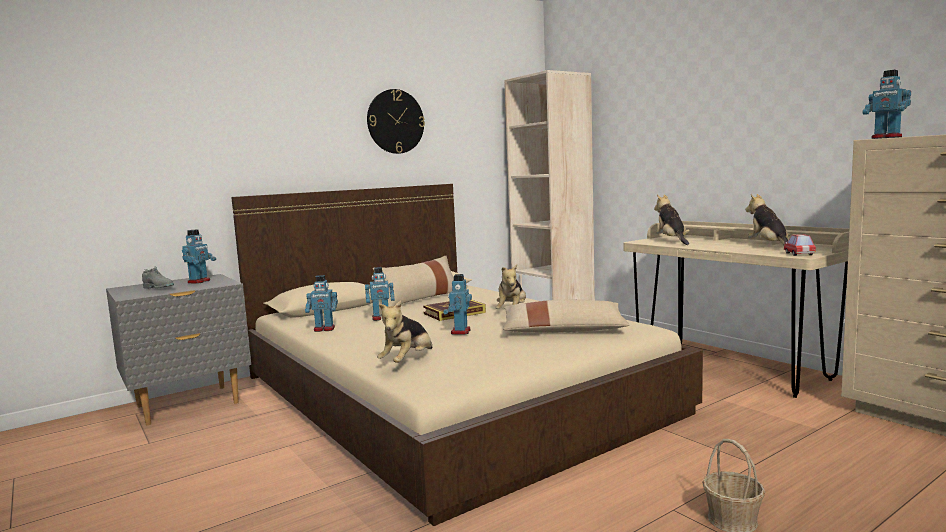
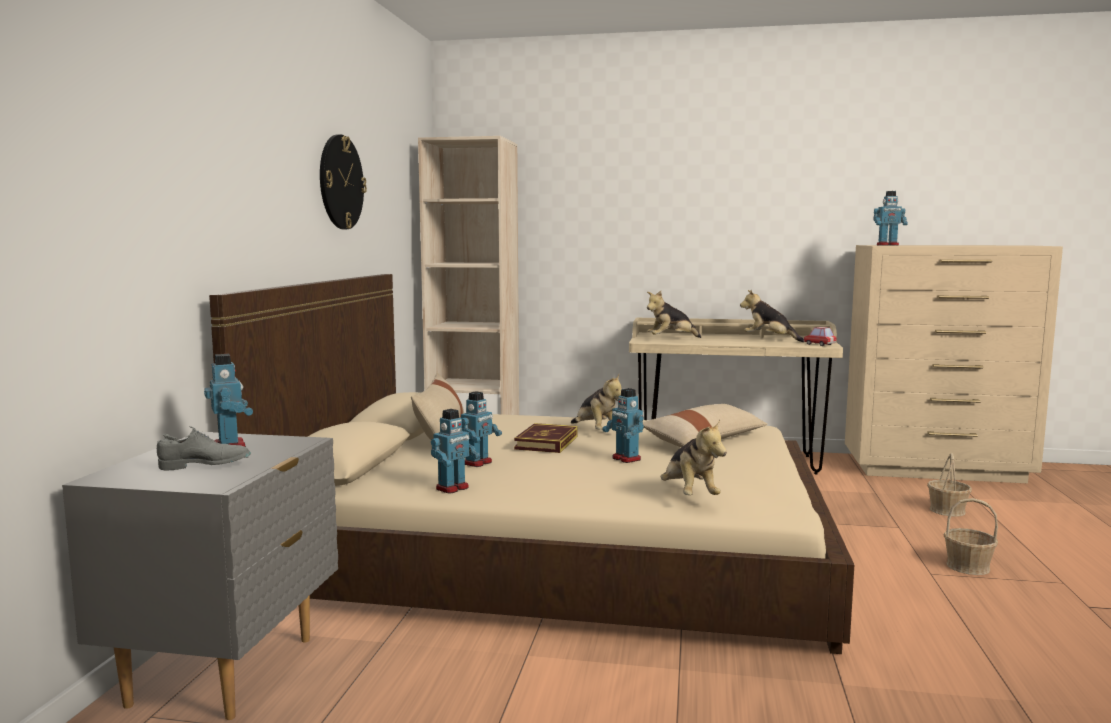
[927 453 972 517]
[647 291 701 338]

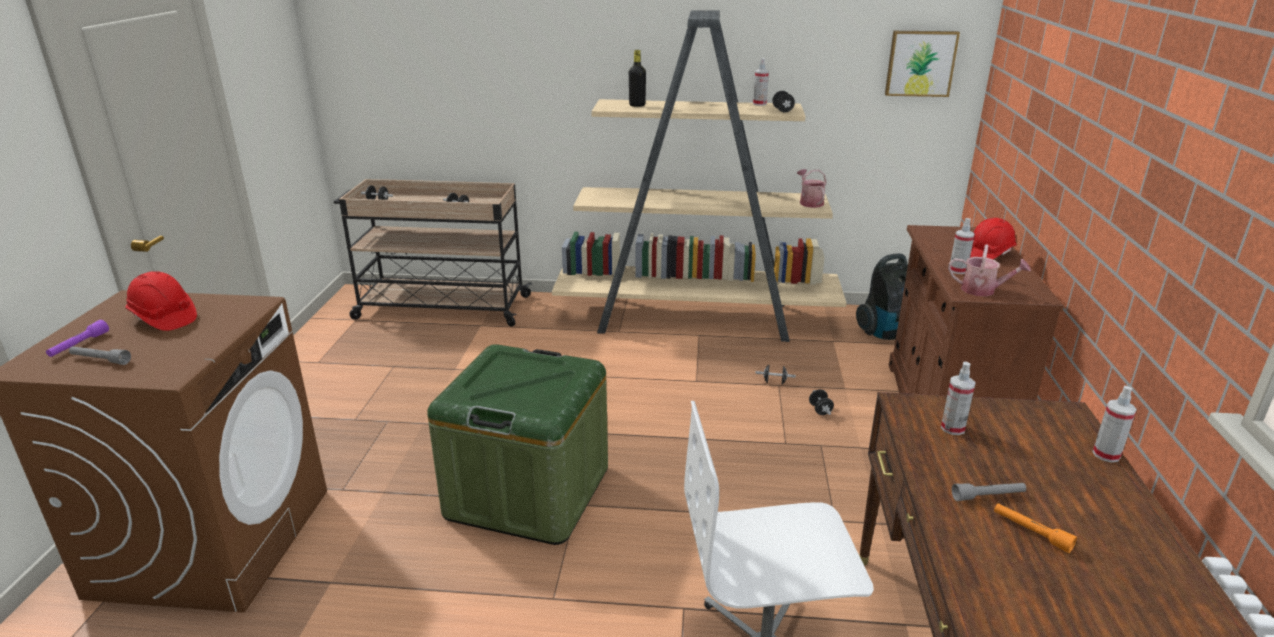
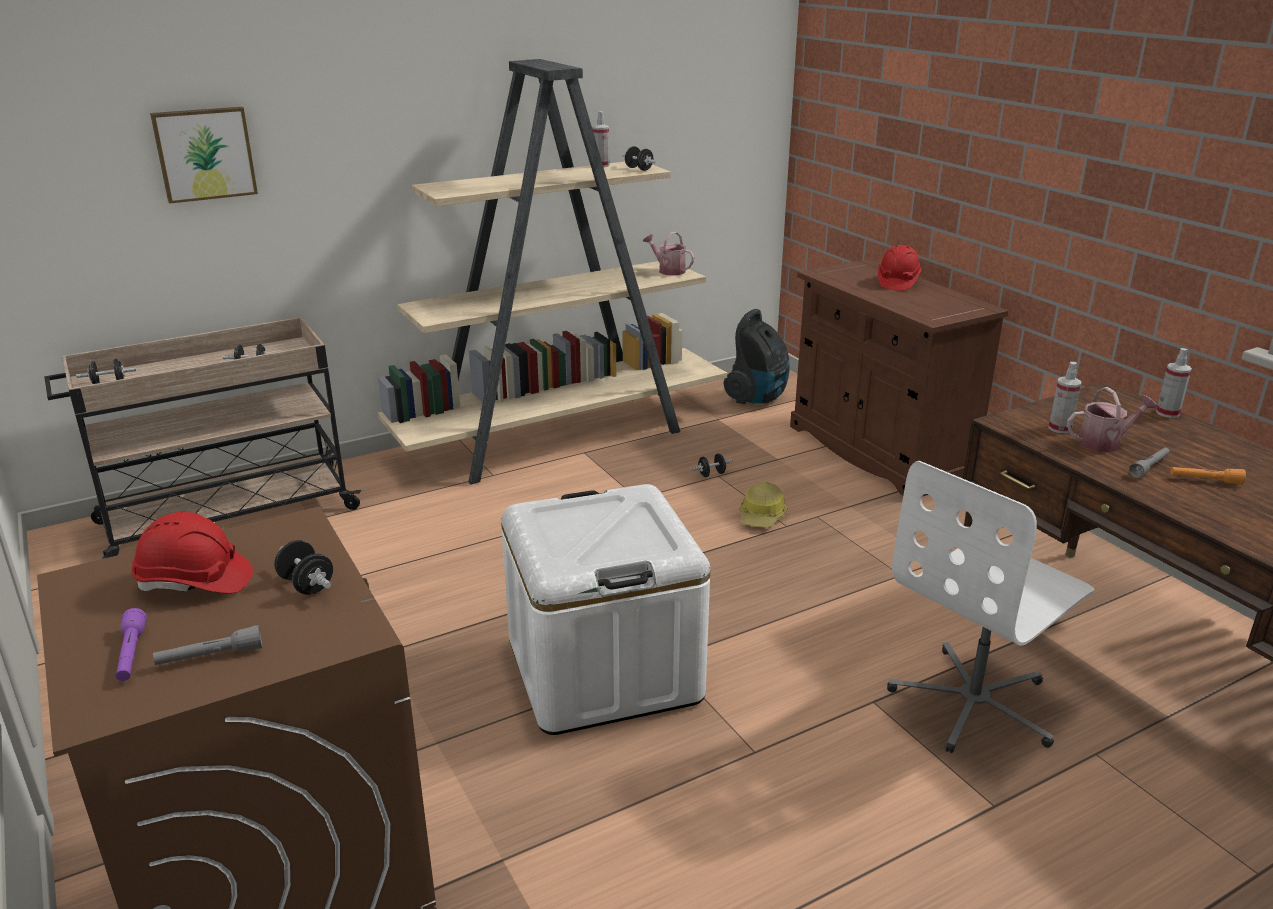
[629 50 646 107] (first image)
[950 218 975 274] (first image)
[740 482 787 528]
[274 540 333 595]
[150 107 258 204]
[1067 387 1158 452]
[501 484 710 735]

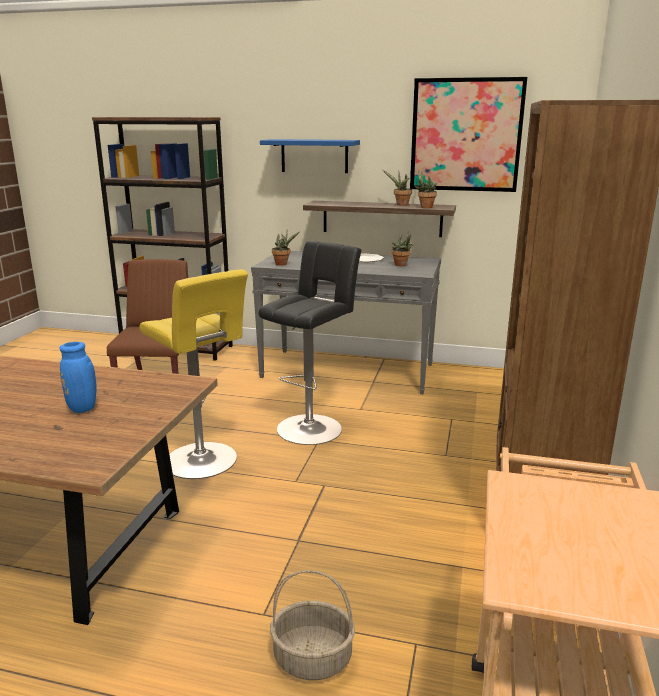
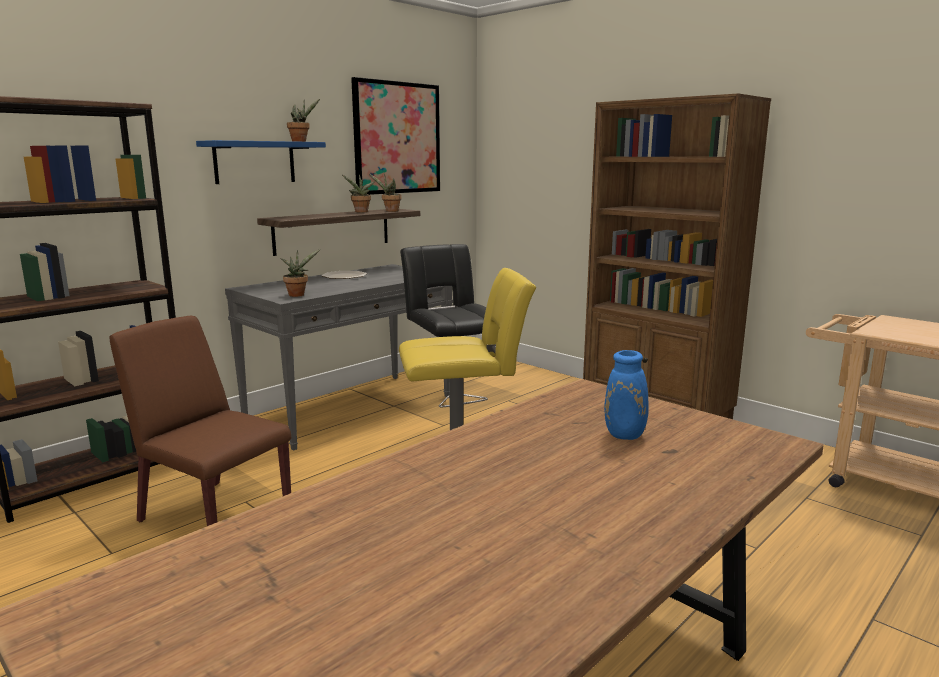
[270 570 355 680] (first image)
[287 99 320 142]

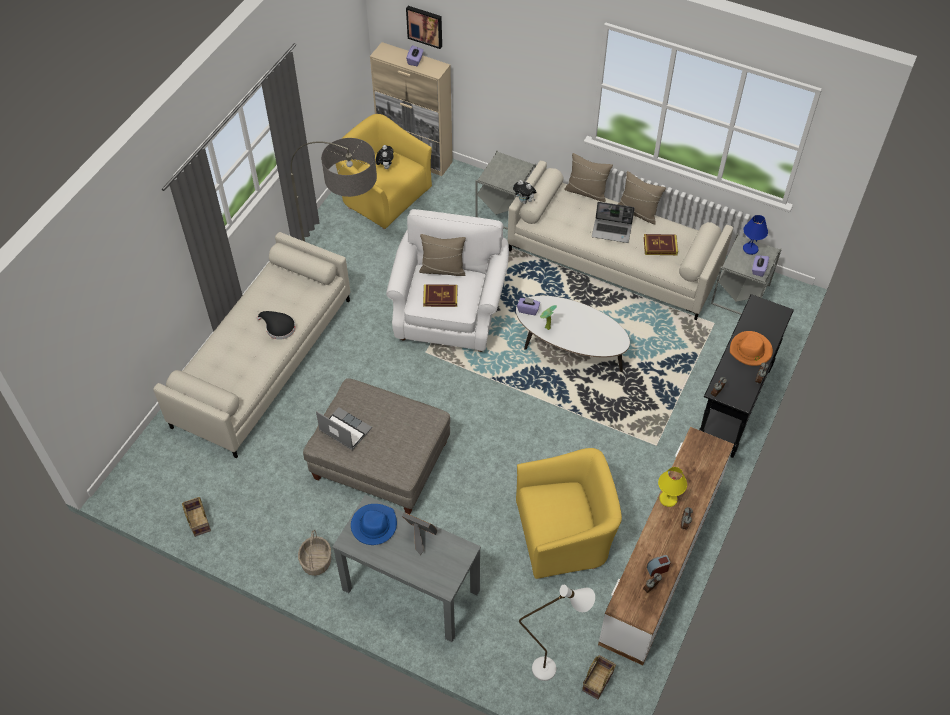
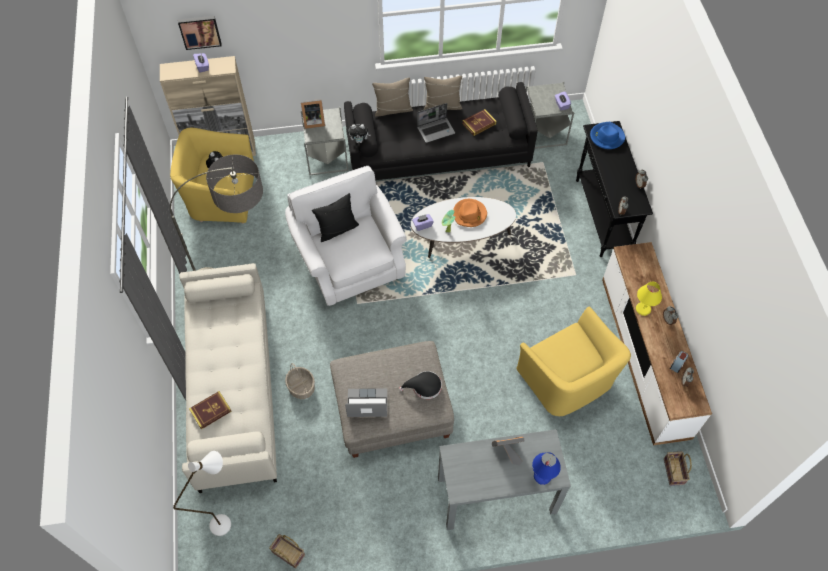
[301 99 325 129]
[399 371 442 399]
[285 363 315 399]
[590 122 625 149]
[189 391 232 429]
[173 451 231 536]
[453 199 487 227]
[532 452 561 485]
[312 193 359 242]
[344 82 538 180]
[516 306 631 416]

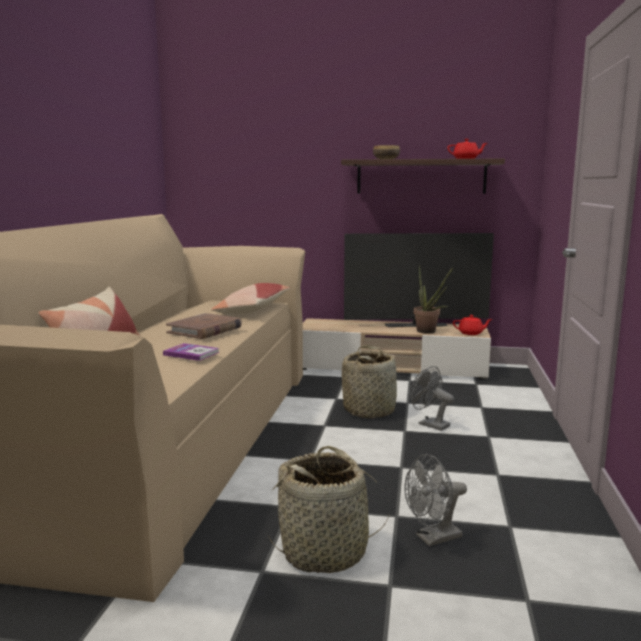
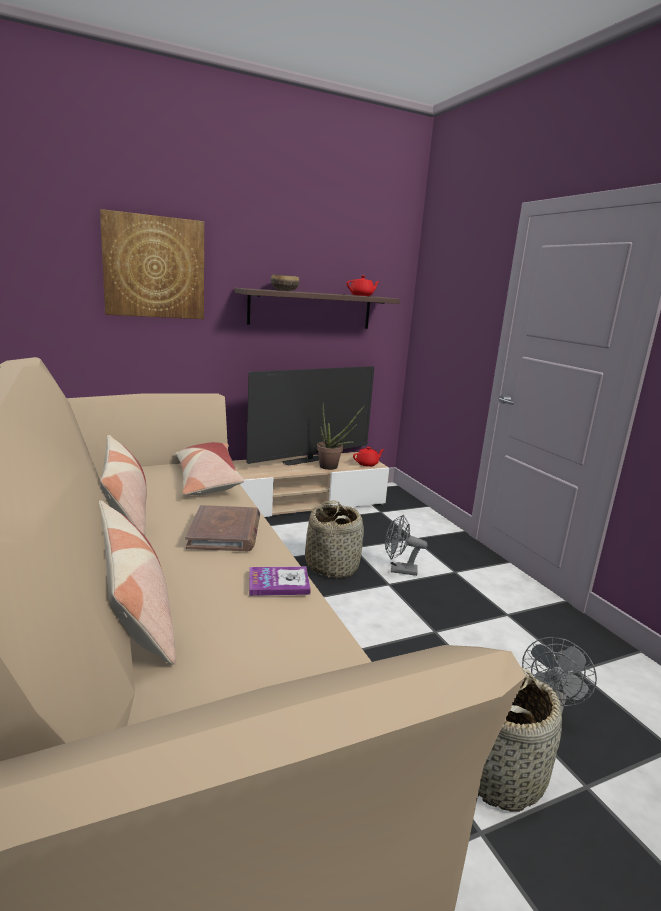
[100 209 204 319]
[100 435 147 536]

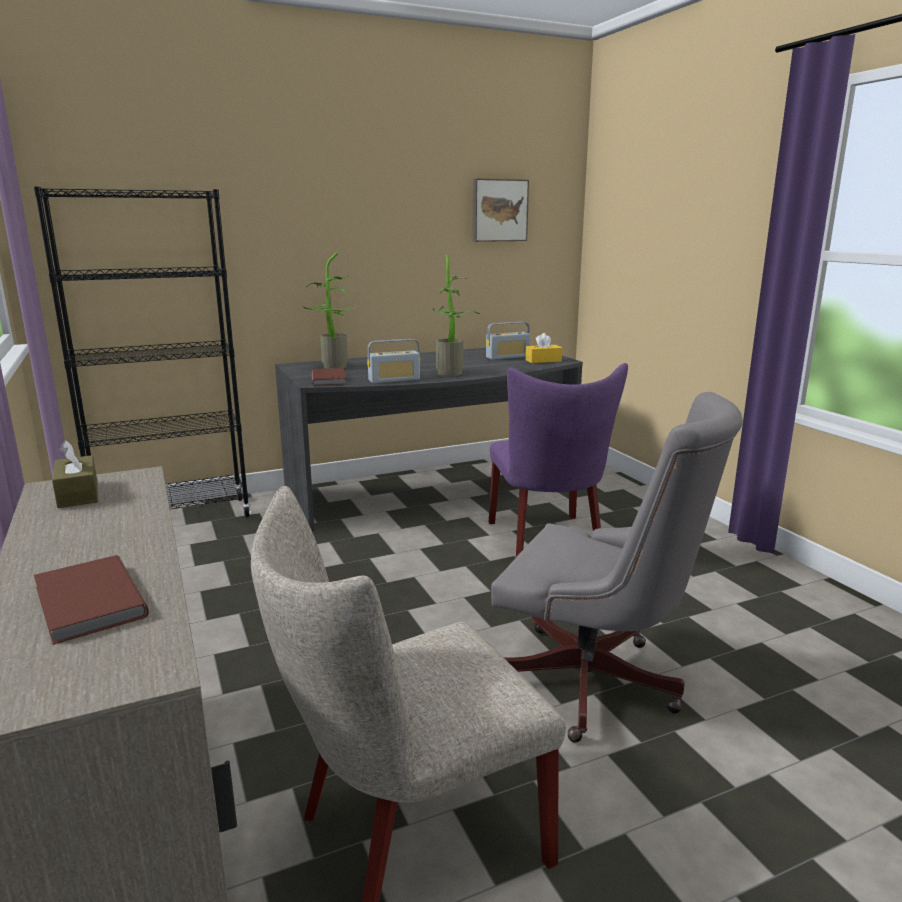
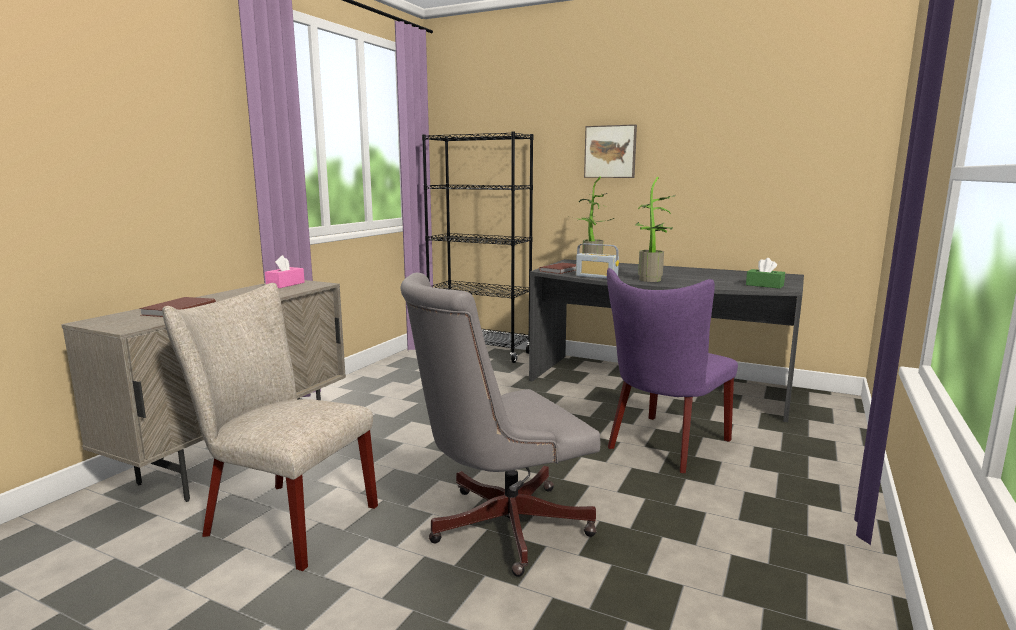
[486 322 530 360] (first image)
[584 124 637 178]
[265 255 305 288]
[746 258 785 289]
[400 273 600 577]

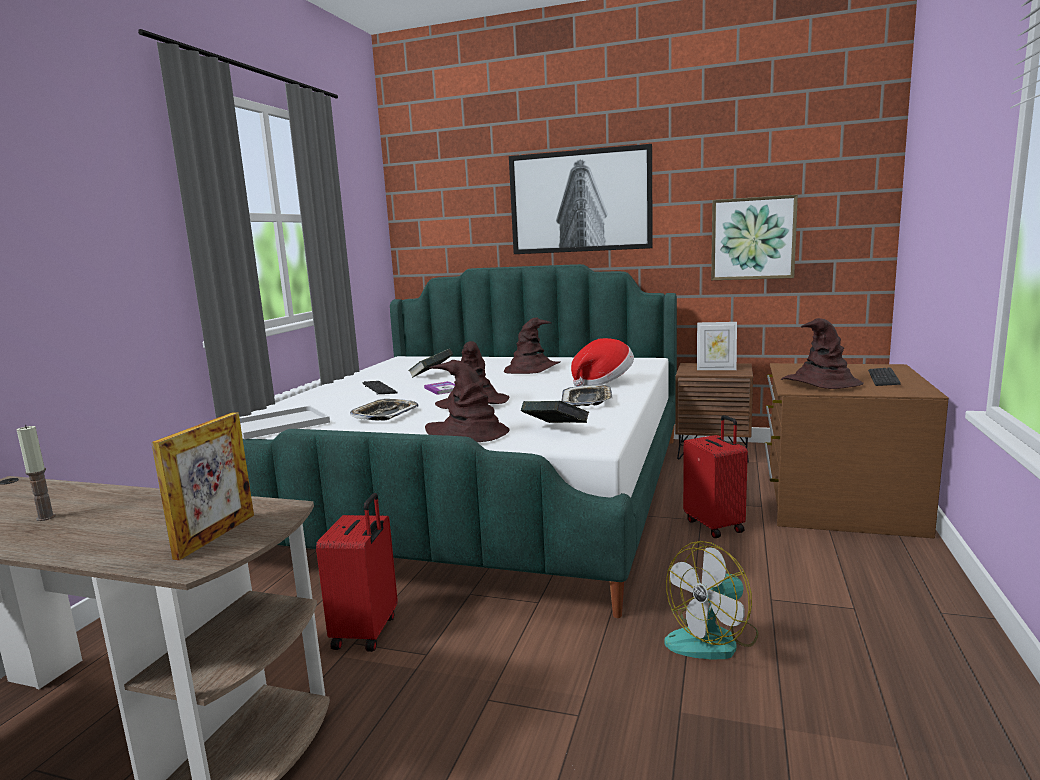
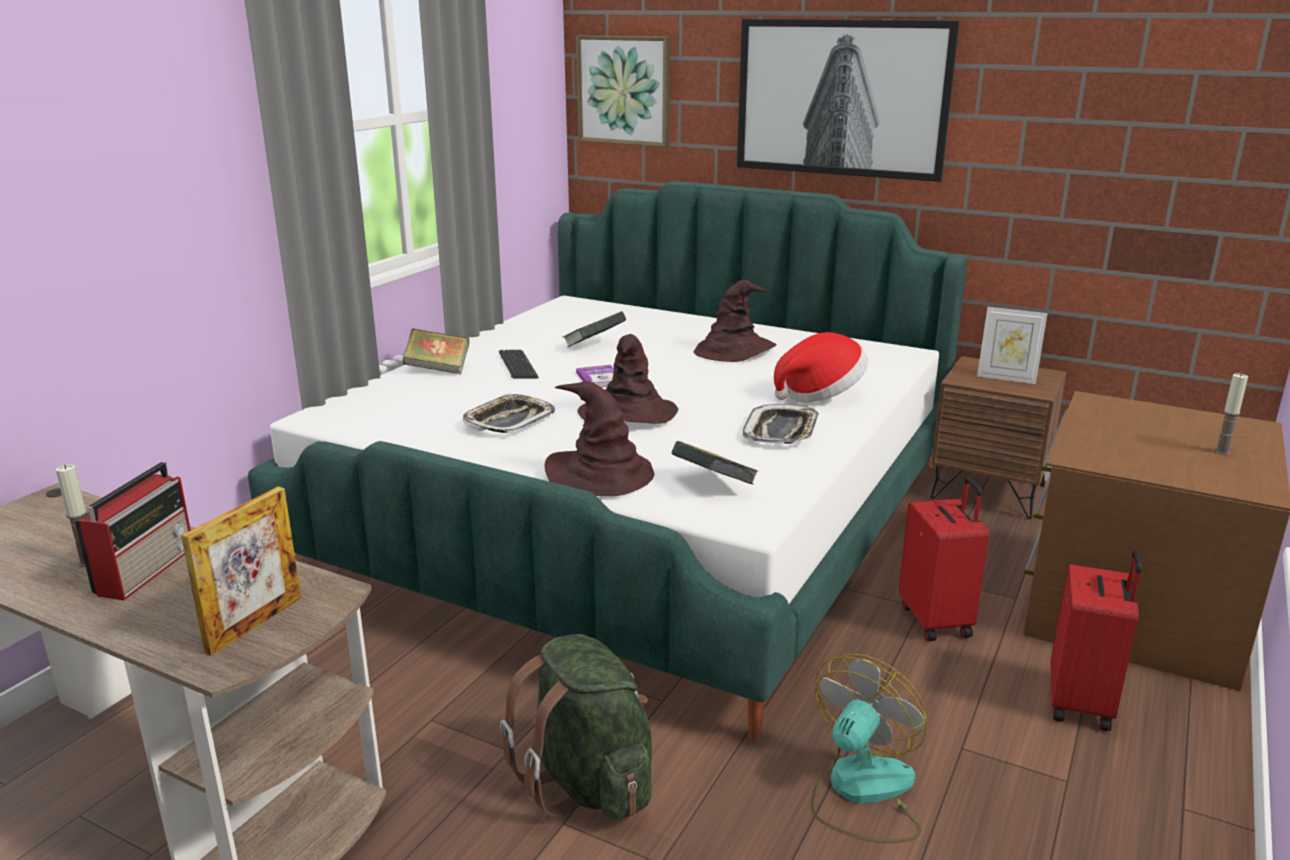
[240 406 330 439] (first image)
[781 318 864 389] (first image)
[75 462 191 601]
[403 328 469 374]
[500 634 652 820]
[1050 550 1142 731]
[576 35 670 147]
[1214 373 1248 455]
[811 654 927 843]

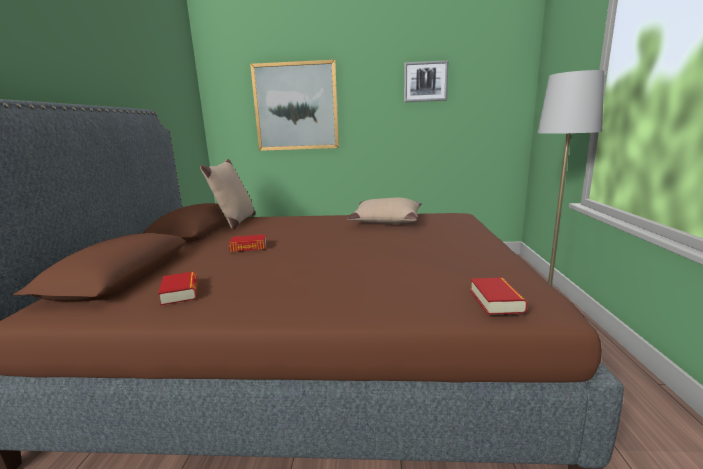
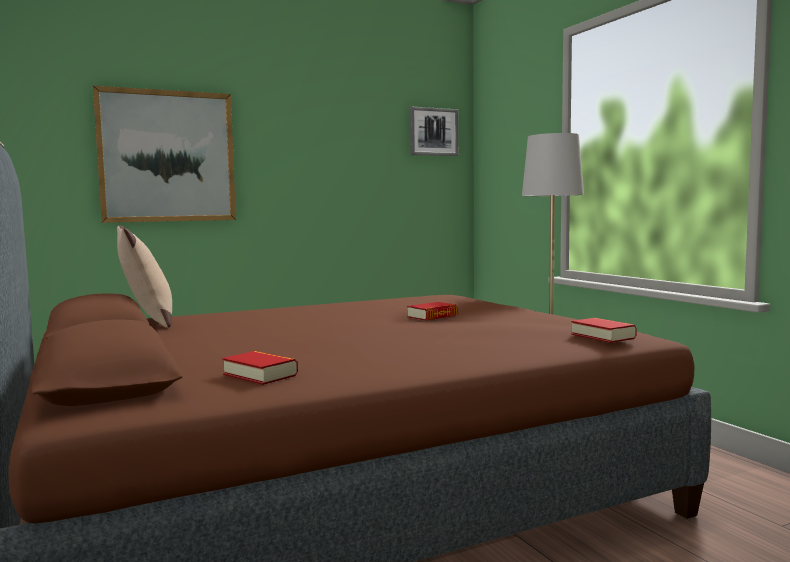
[346 198 422 224] (first image)
[407 302 458 321]
[410 107 459 156]

